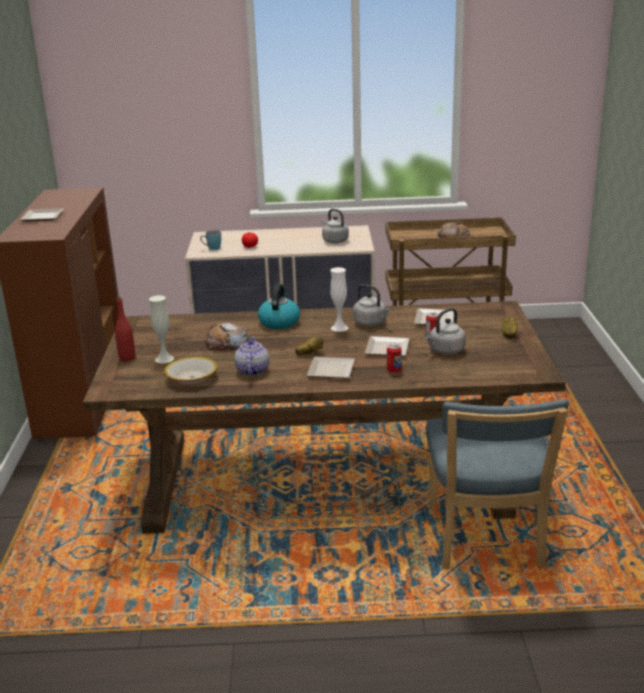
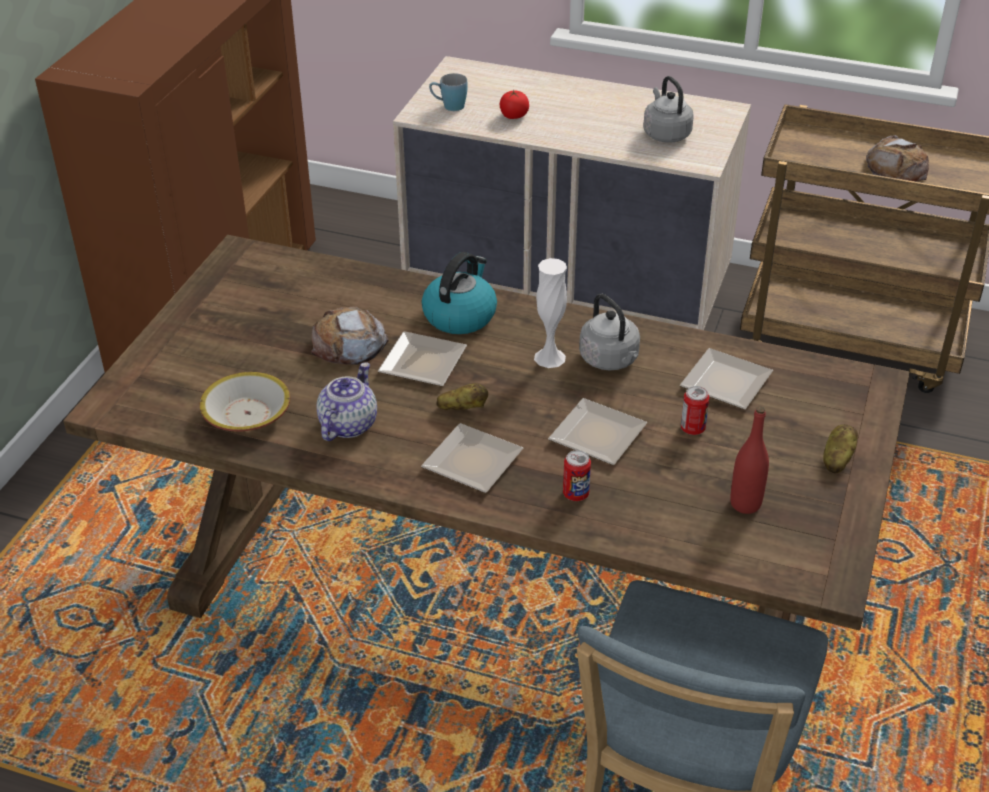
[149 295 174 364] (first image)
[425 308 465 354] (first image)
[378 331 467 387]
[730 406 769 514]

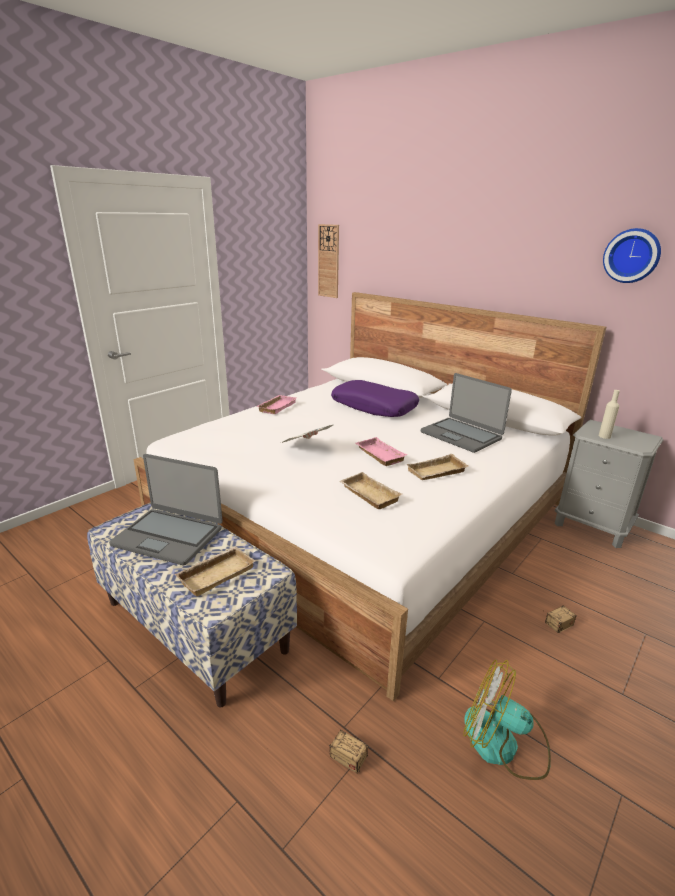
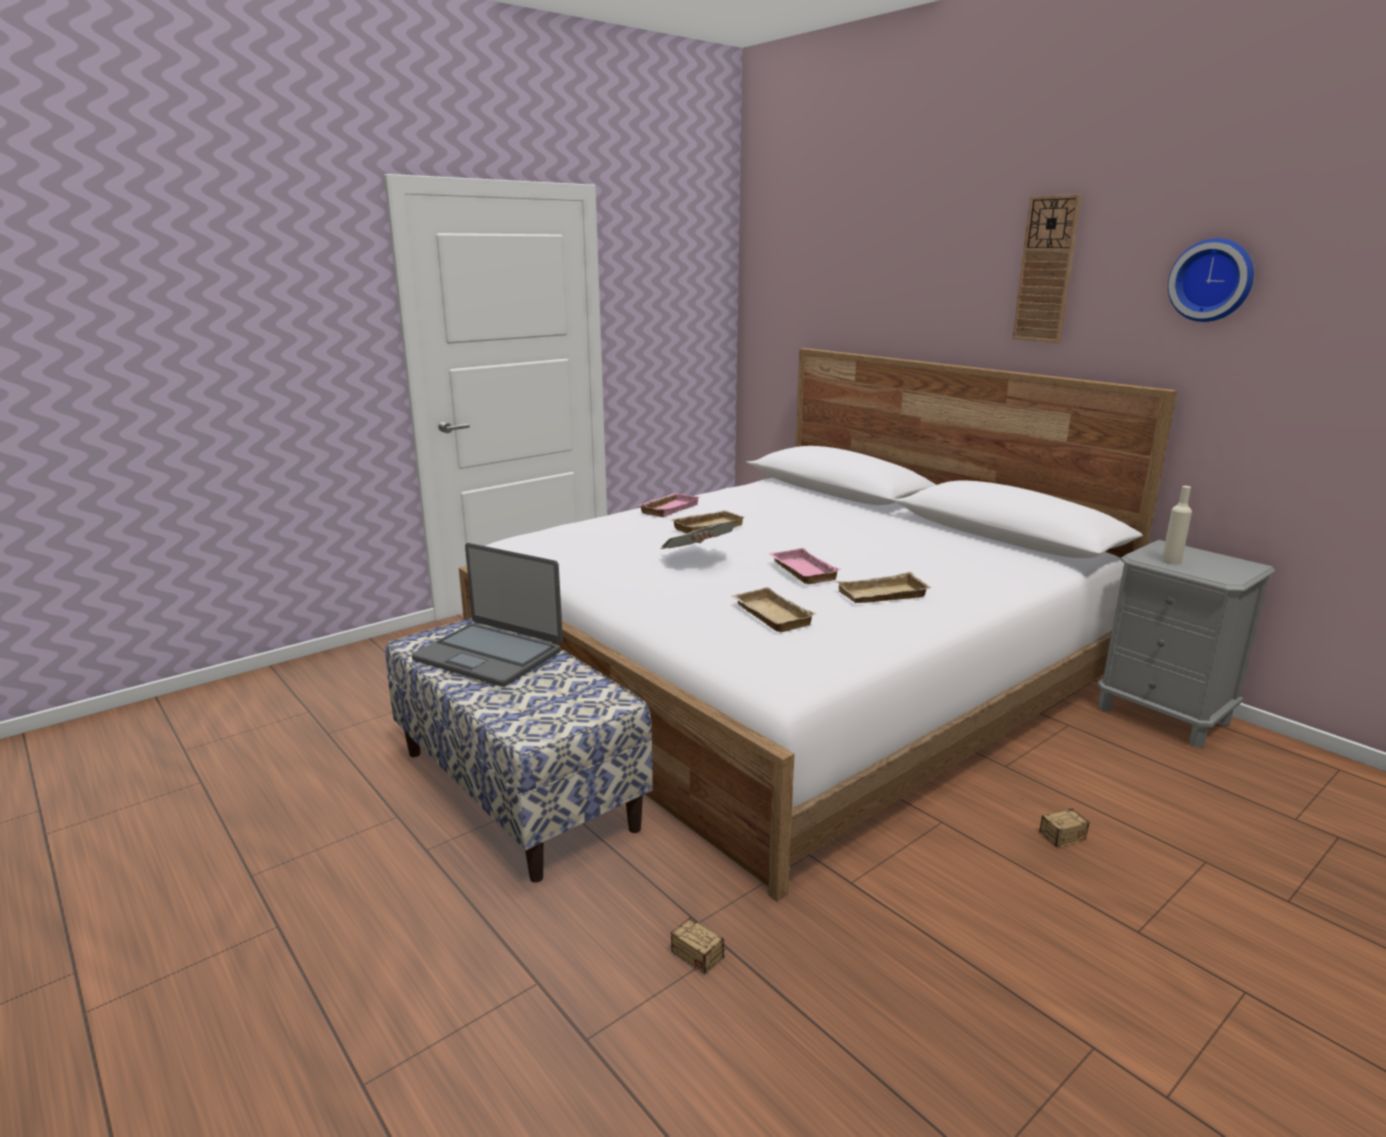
[331 380 419 417] (first image)
[421 373 512 453] (first image)
[463 659 551 780] (first image)
[670 510 745 534]
[1012 194 1082 343]

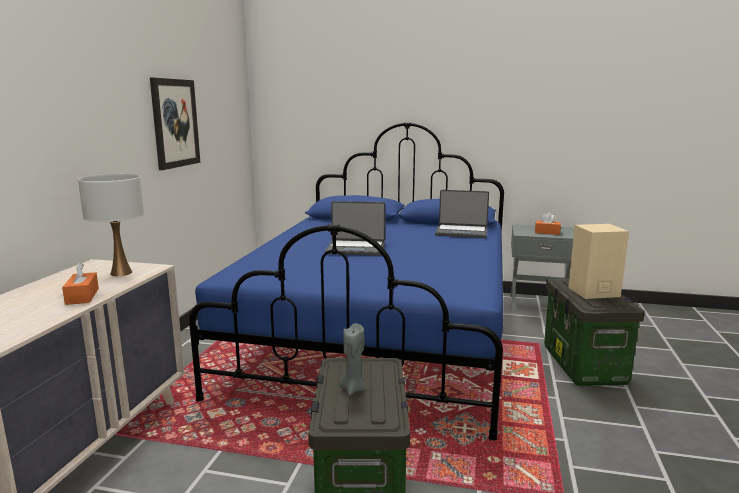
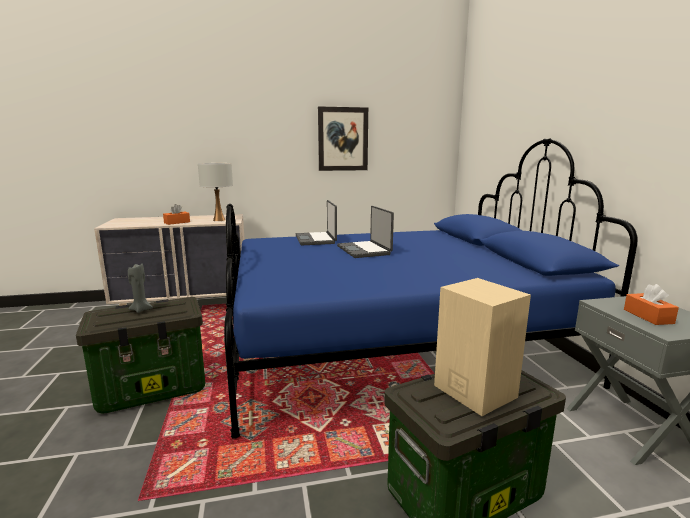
[295 200 337 245]

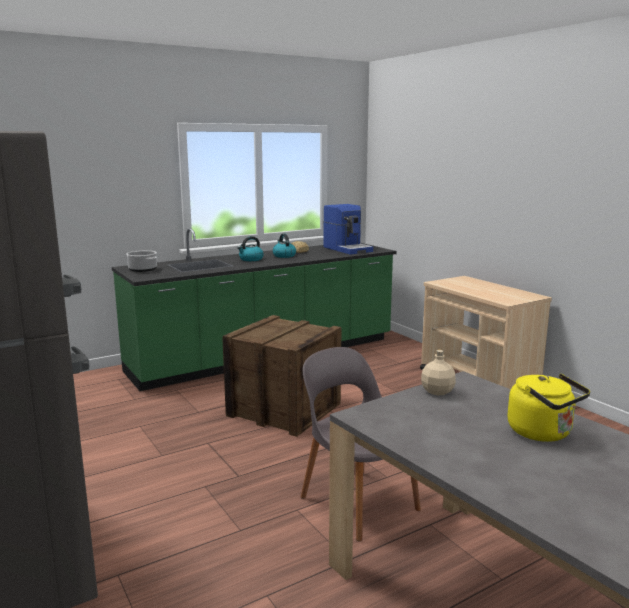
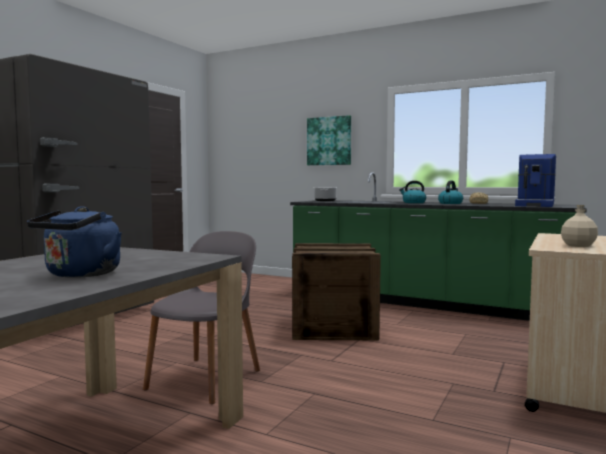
[307 115 351 165]
[561 205 598 247]
[27 206 122 278]

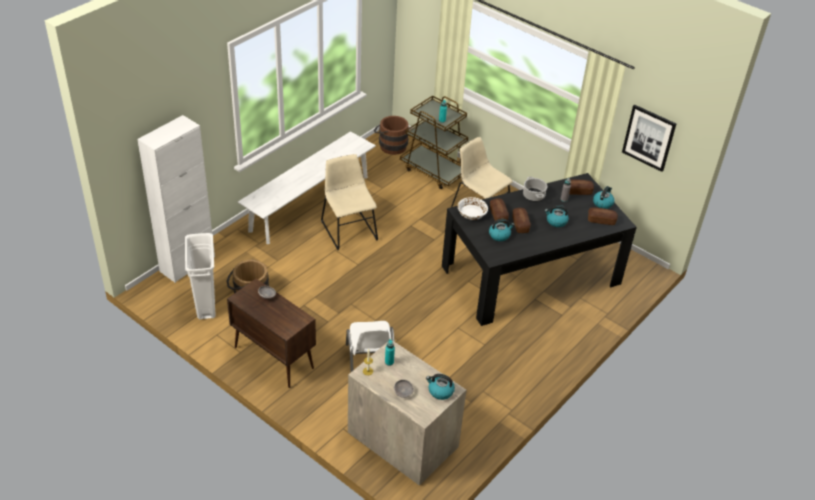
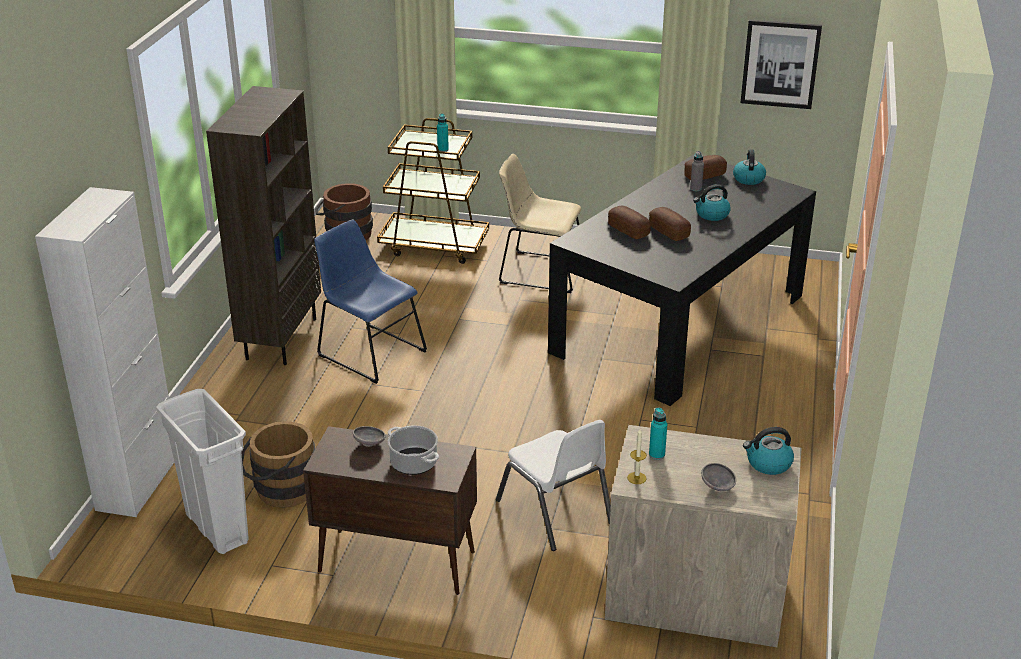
[457 197 488 220] (first image)
[489 219 515 241] (first image)
[588 207 618 225] (first image)
[388 425 439 475]
[206 86 321 365]
[314 219 427 384]

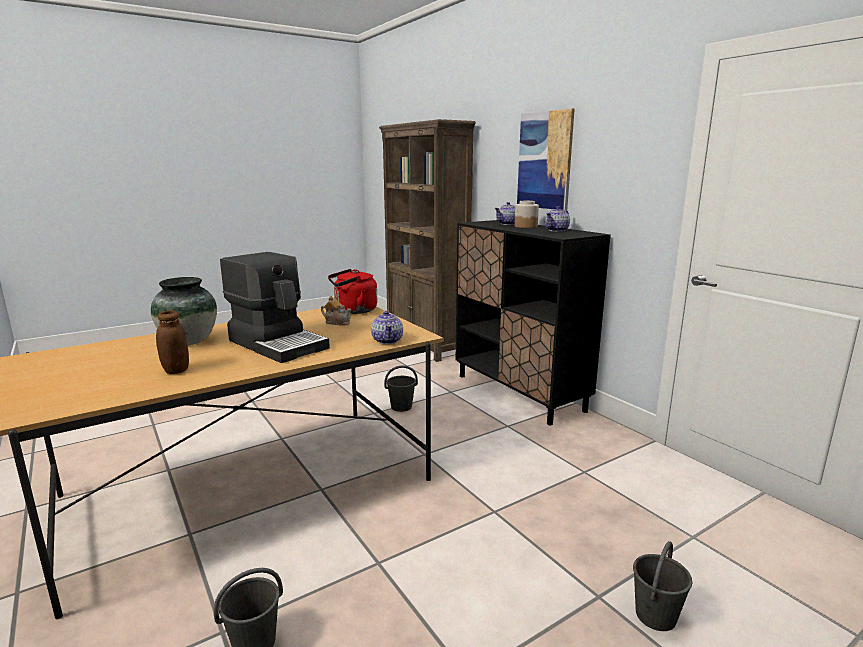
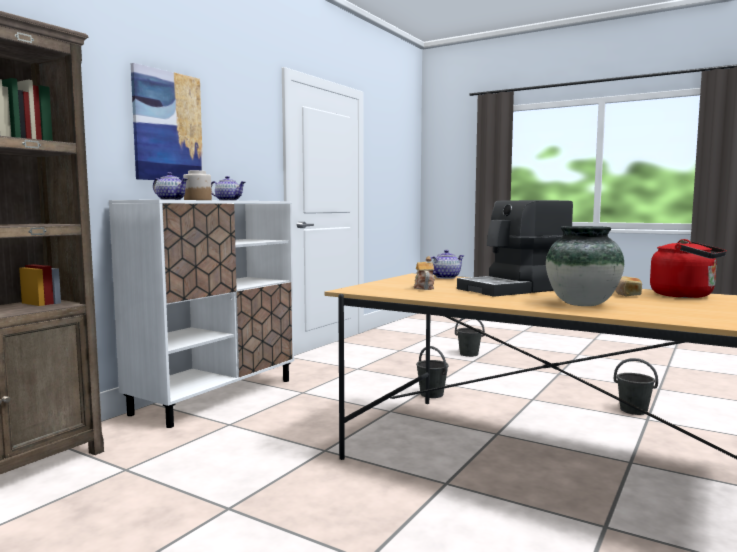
[650 239 727 298]
[416 346 449 398]
[615 276 642 296]
[109 200 294 428]
[457 200 573 297]

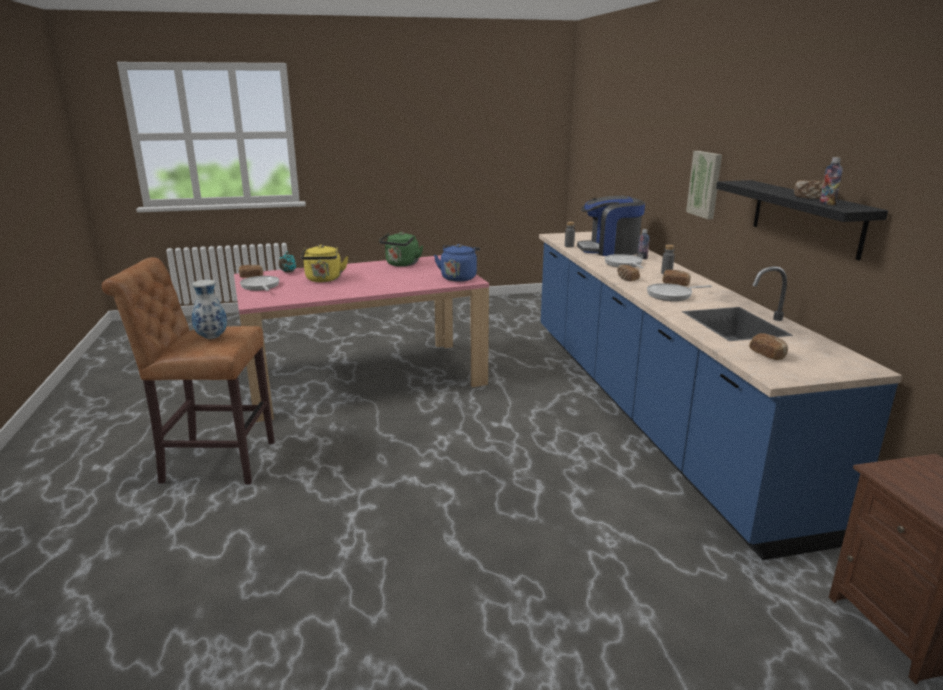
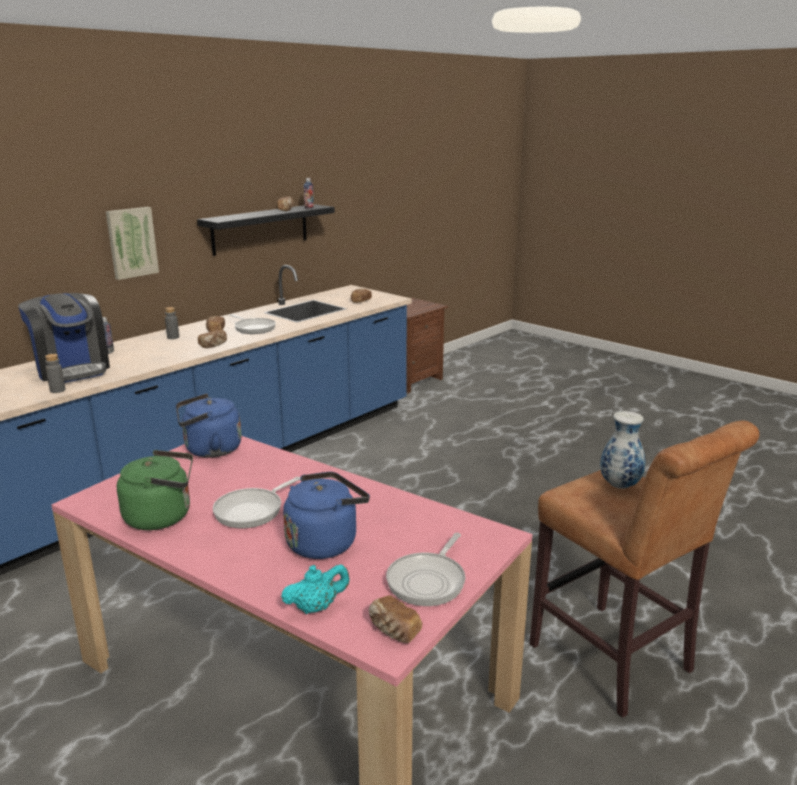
[213 477 300 528]
[283 472 370 559]

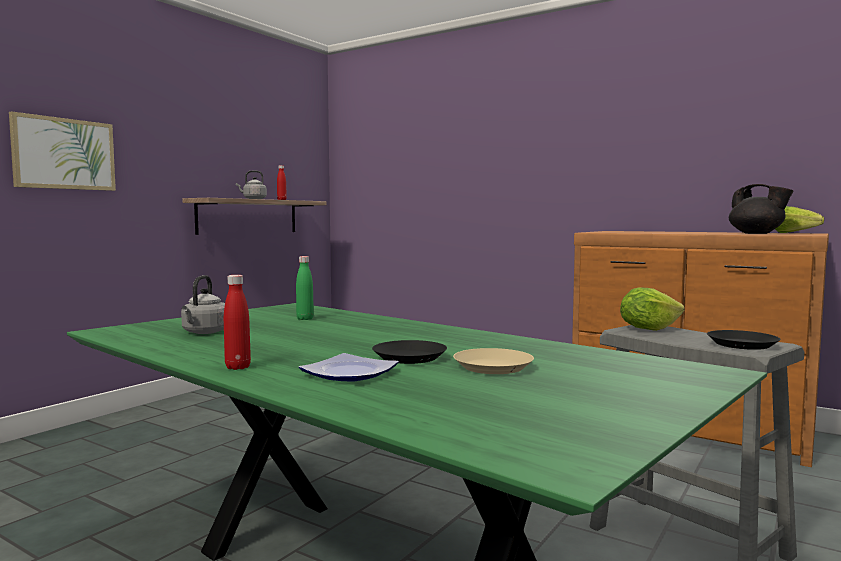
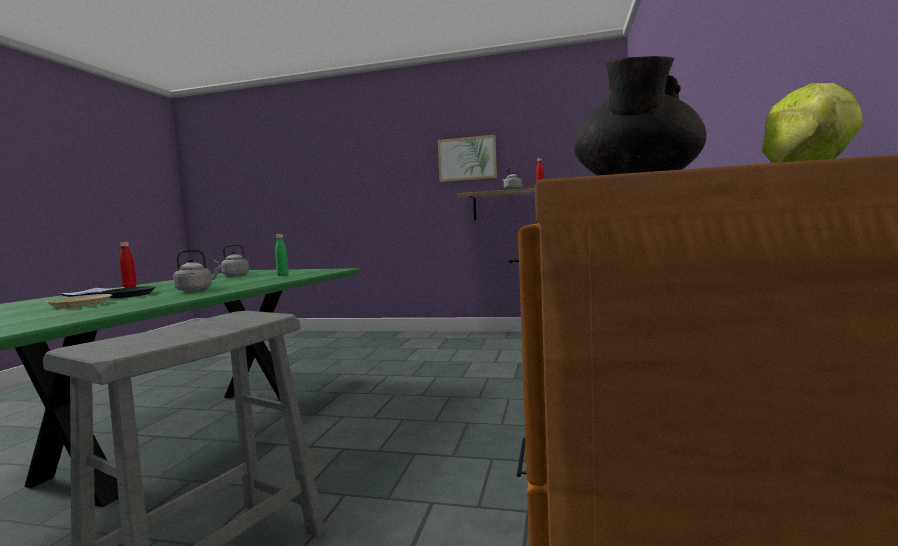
[620 288 684 331] (first image)
[707 330 781 350] (first image)
[173 249 221 292]
[438 135 497 182]

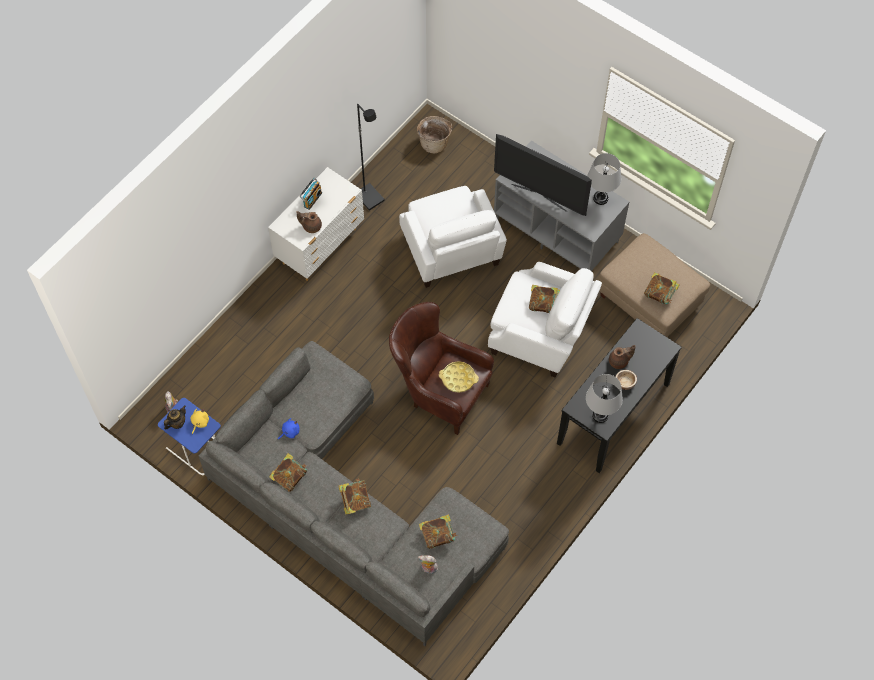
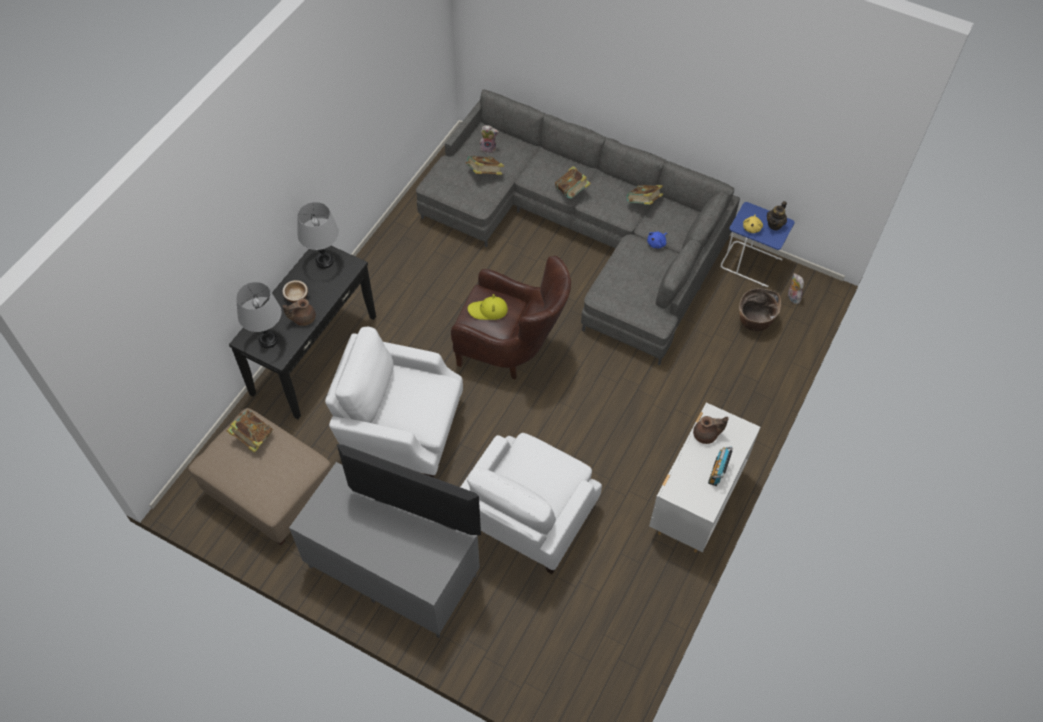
[357 104 385 211] (first image)
[529 285 560 313] (first image)
[739 288 781 331]
[236 282 281 348]
[467 294 508 320]
[461 433 602 574]

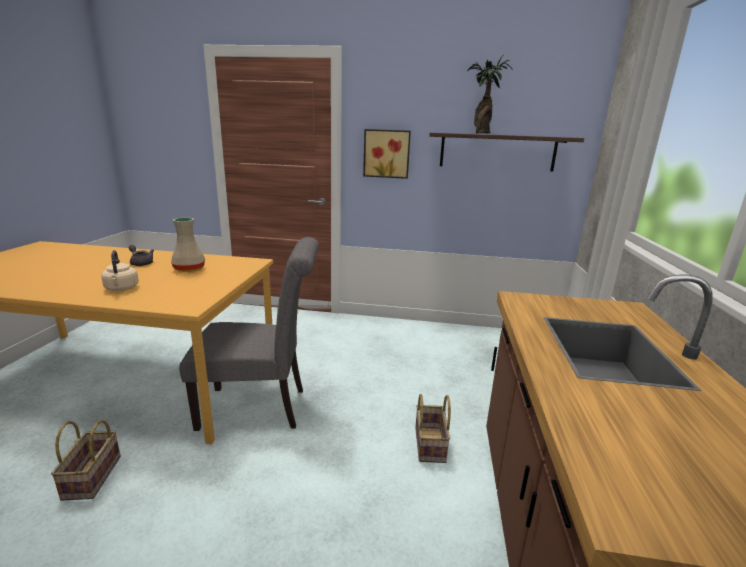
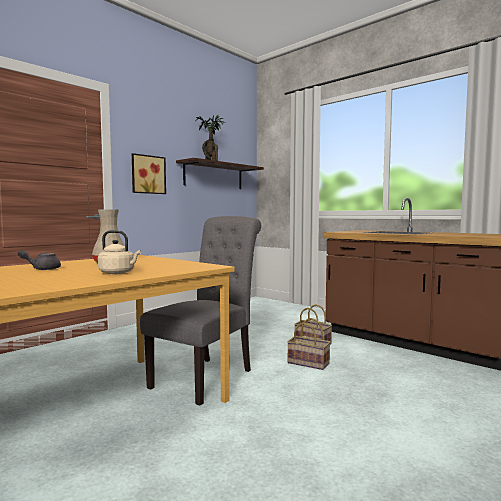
[287 318 331 370]

